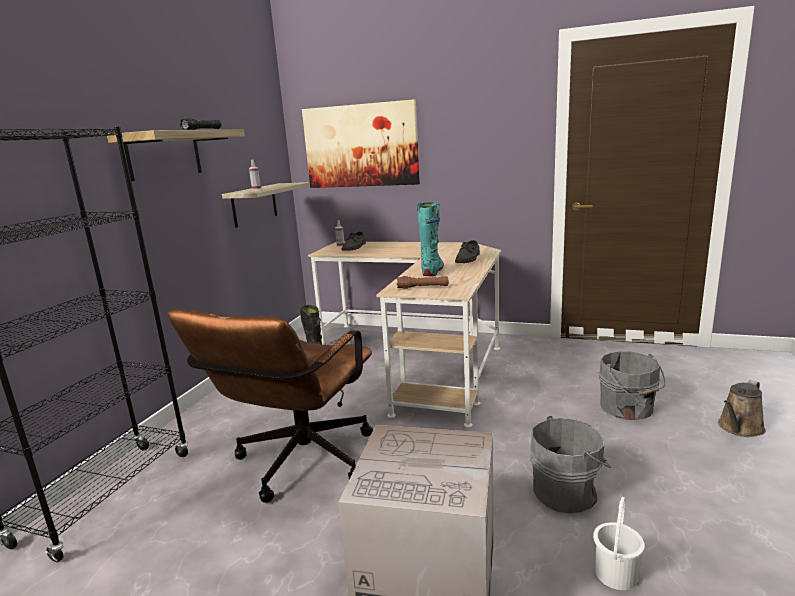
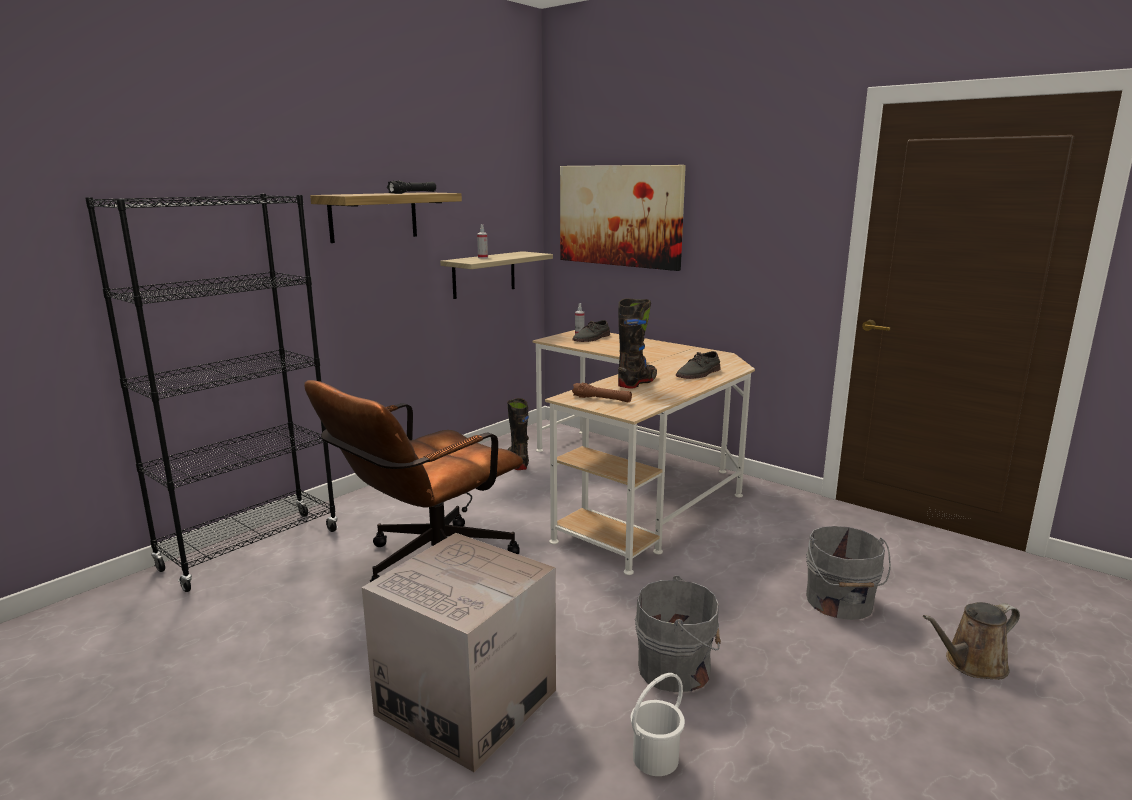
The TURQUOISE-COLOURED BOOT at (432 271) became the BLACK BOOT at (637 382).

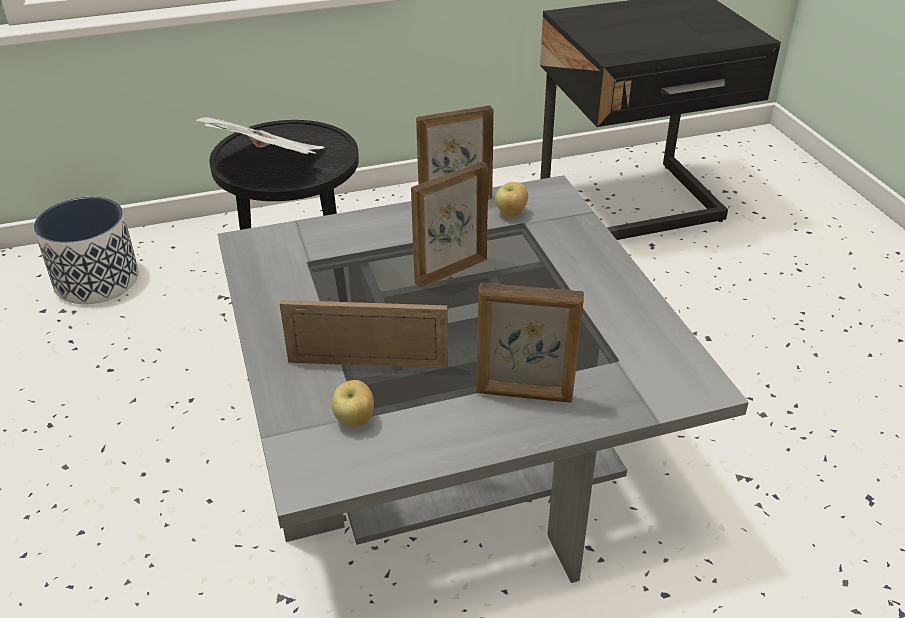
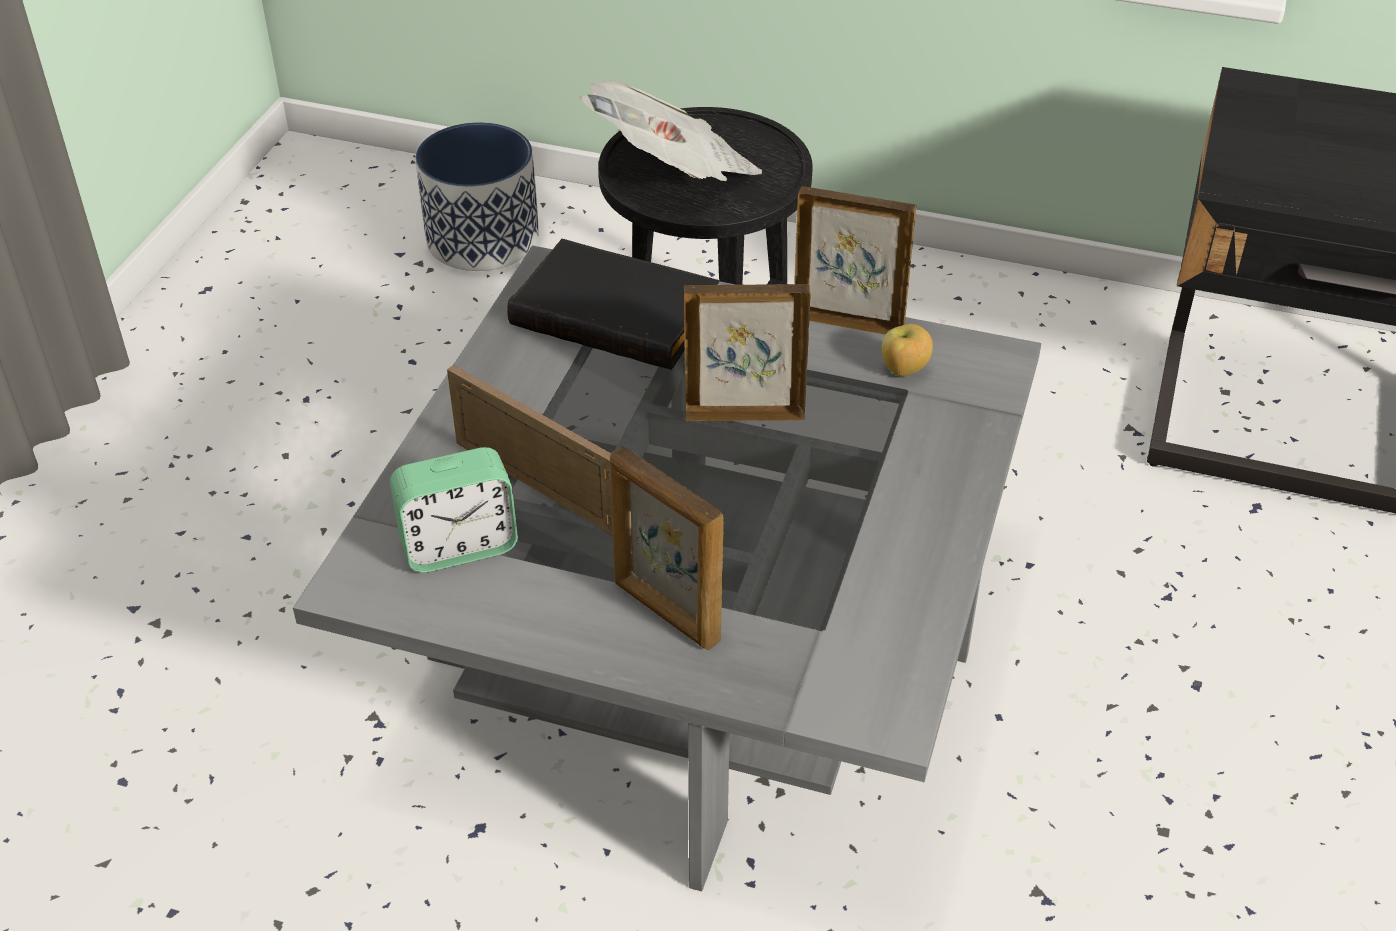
The WHOLE APPLE at (355 420) was replaced by the BEDSIDE CLOCK at (459 546).
The BLACK BOOK at (618 311) appeared.

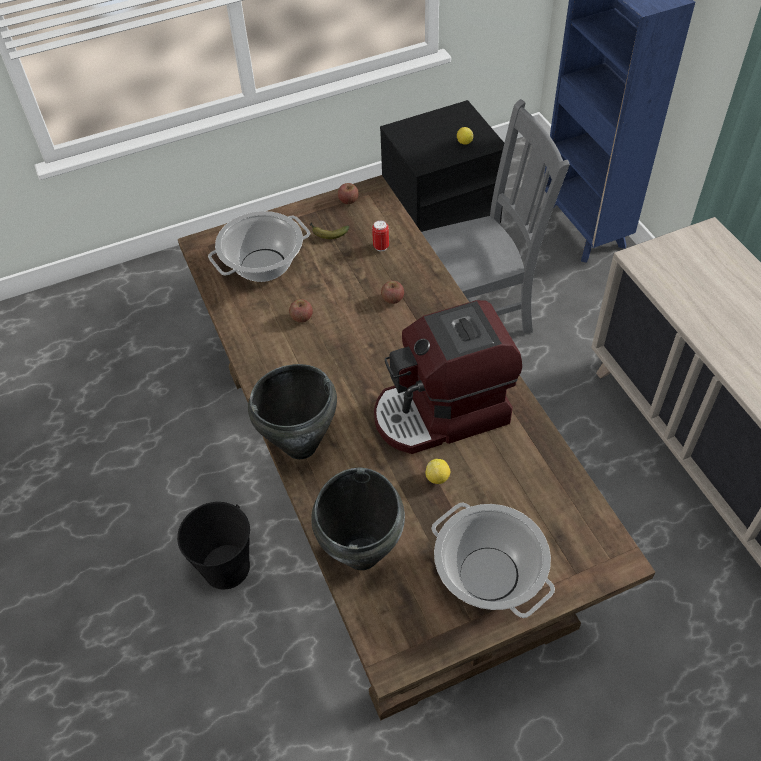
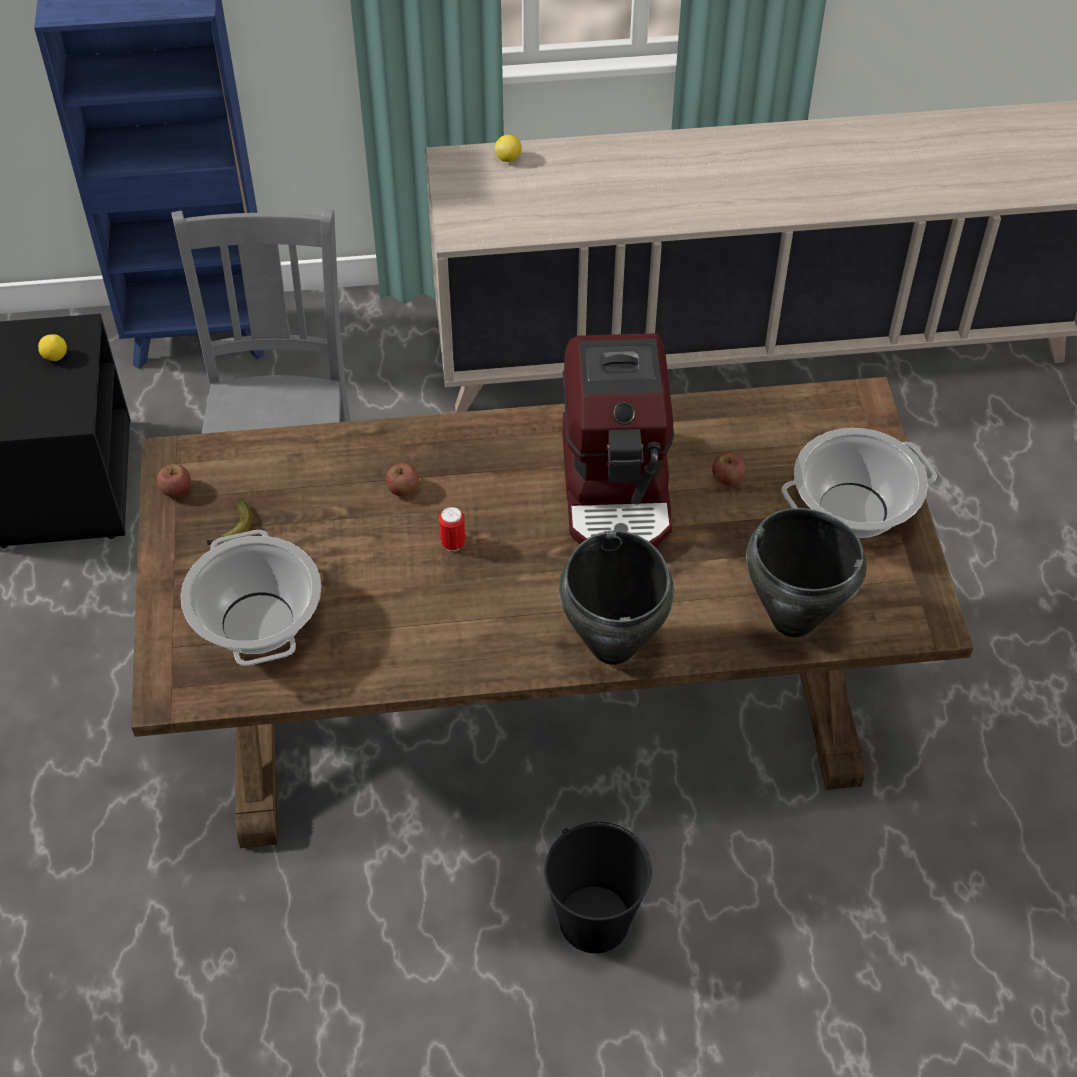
The WHOLE APPLE moved from (301 317) to (727 478).
The METAL CAN moved from (381 247) to (453 543).
The CITRUS FRUIT moved from (437 478) to (508 158).

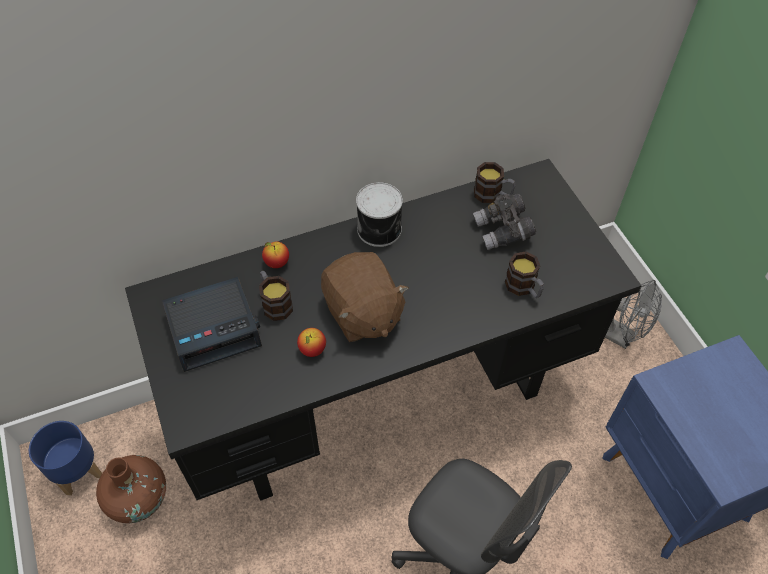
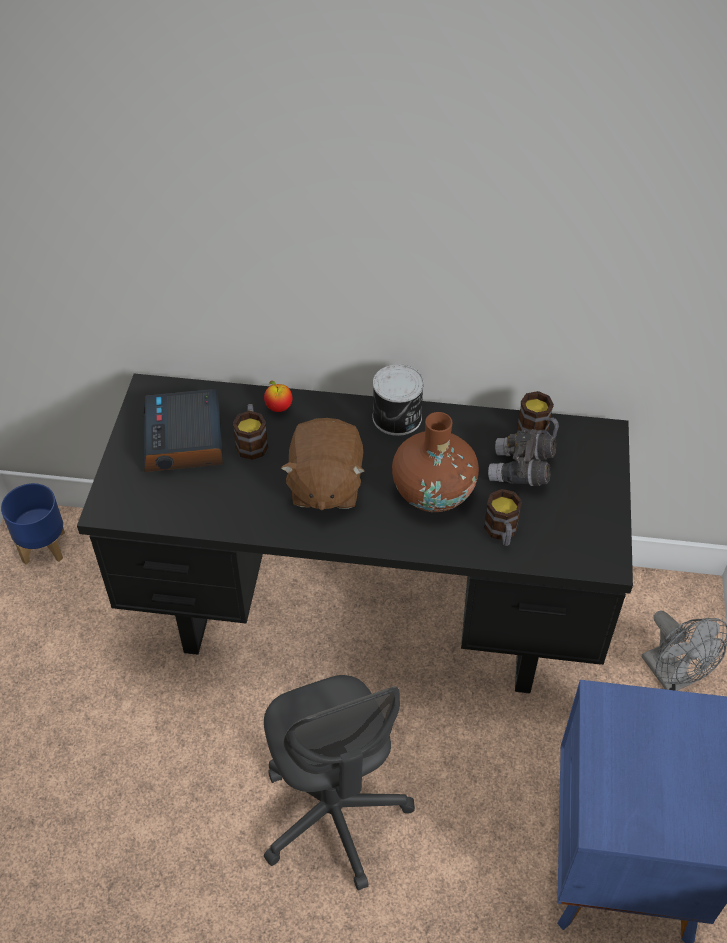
The BROWN VASE moved from (139 498) to (433 493).
The BEDSIDE CLOCK at (214 328) turned 75 degrees clockwise.
The WHOLE APPLE at (312 350) disappeared.

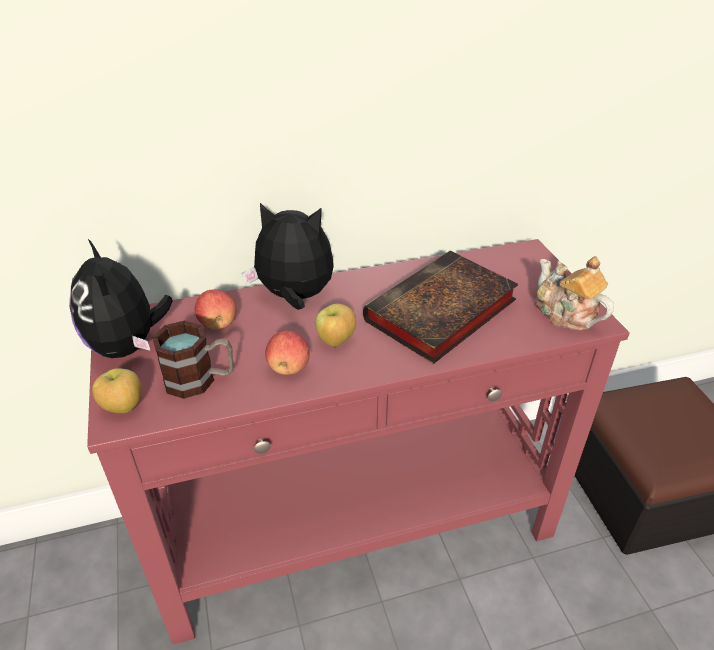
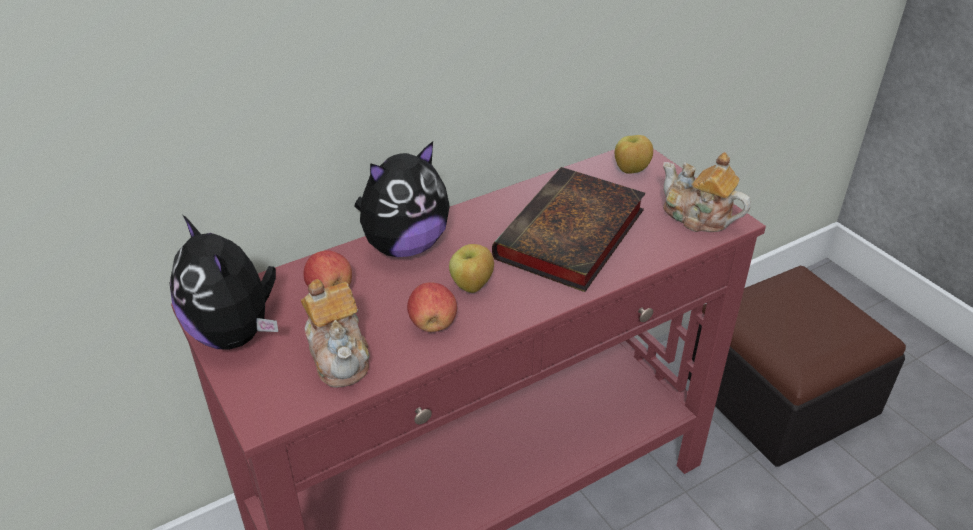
The WHOLE APPLE moved from (123 407) to (631 170).
The COFFEE MUG at (200 380) was replaced by the TEA POT at (339 355).
The SOFT TOY at (294 297) turned 150 degrees clockwise.

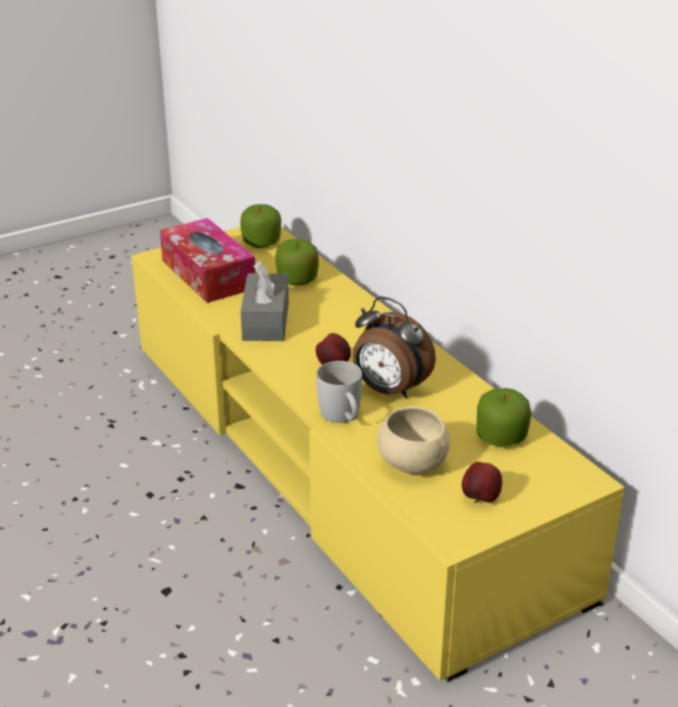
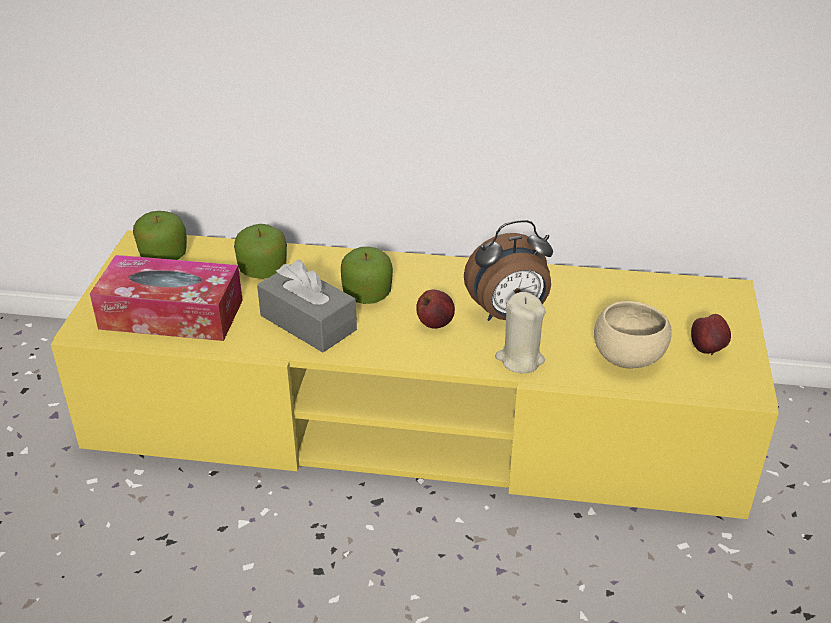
The WHITE COFFEE MUG at (342 417) was replaced by the SAND-COLOURED CANDLE at (519 359).
The WHOLE APPLE moved from (501 437) to (367 294).

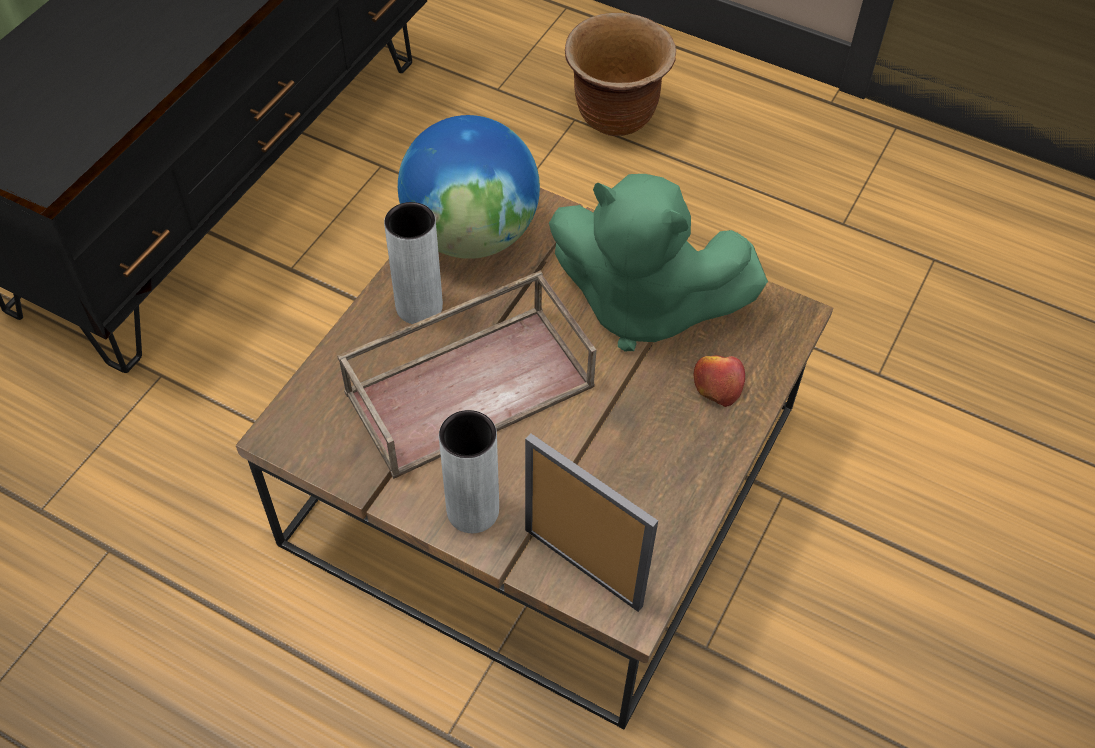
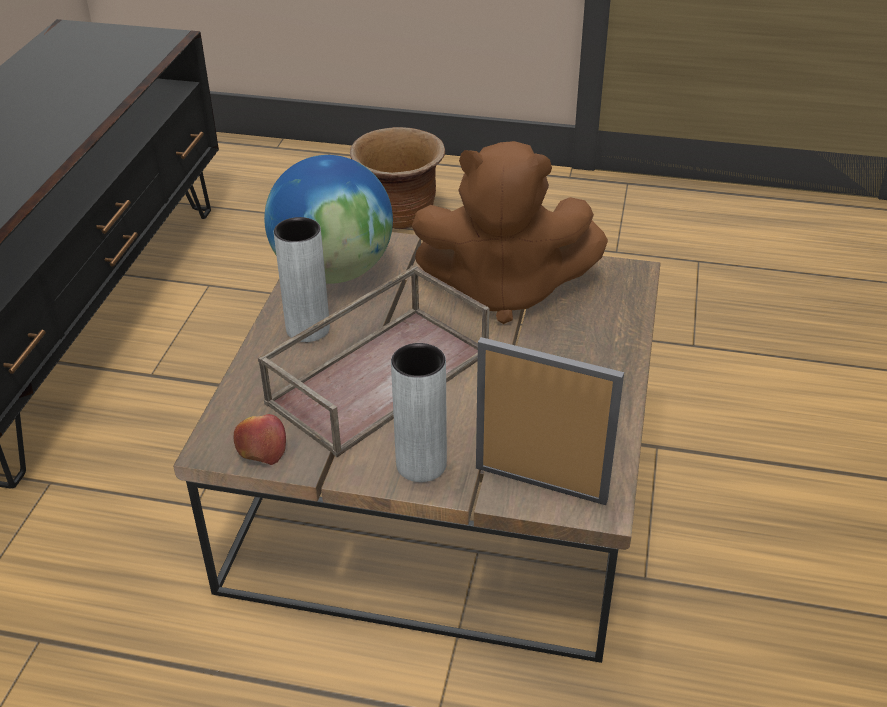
The GREEN-COLOURED SOFT TOY at (642 305) became the BROWN SOFT TOY at (504 290).
The WHOLE APPLE moved from (717 384) to (261 448).

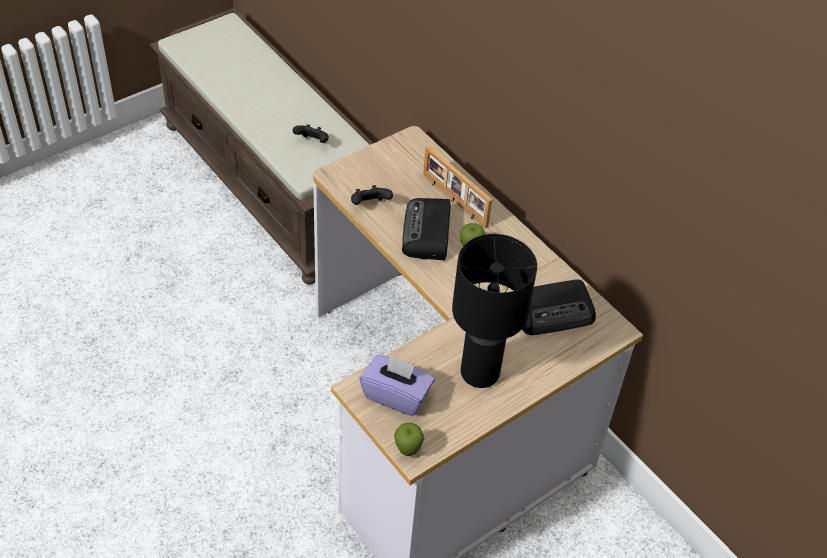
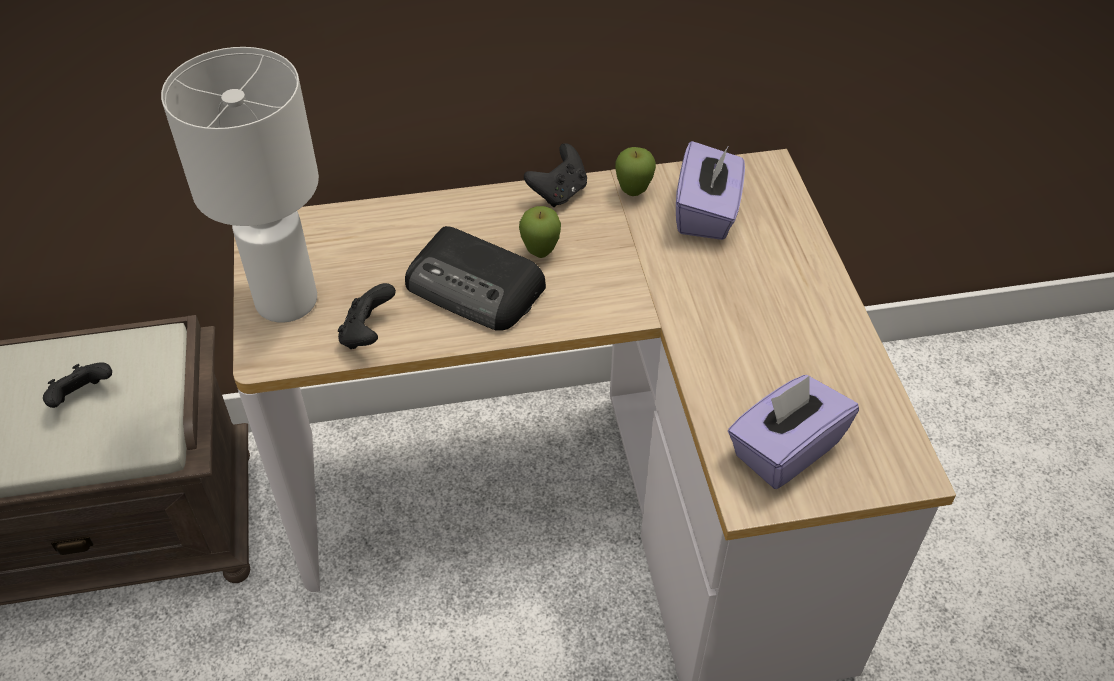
The WHOLE APPLE moved from (407 451) to (633 192).
The PHOTO FRAME at (454 201) disappeared.
The BLACK TABLE LAMP at (480 372) disappeared.
The RADIO RECEIVER at (554 312) was replaced by the PURPLE BOX OF TISSUES at (707 213).
The WHITE TABLE LAMP at (284 302) appeared.
The BLACK GAMEPAD at (559 193) appeared.

